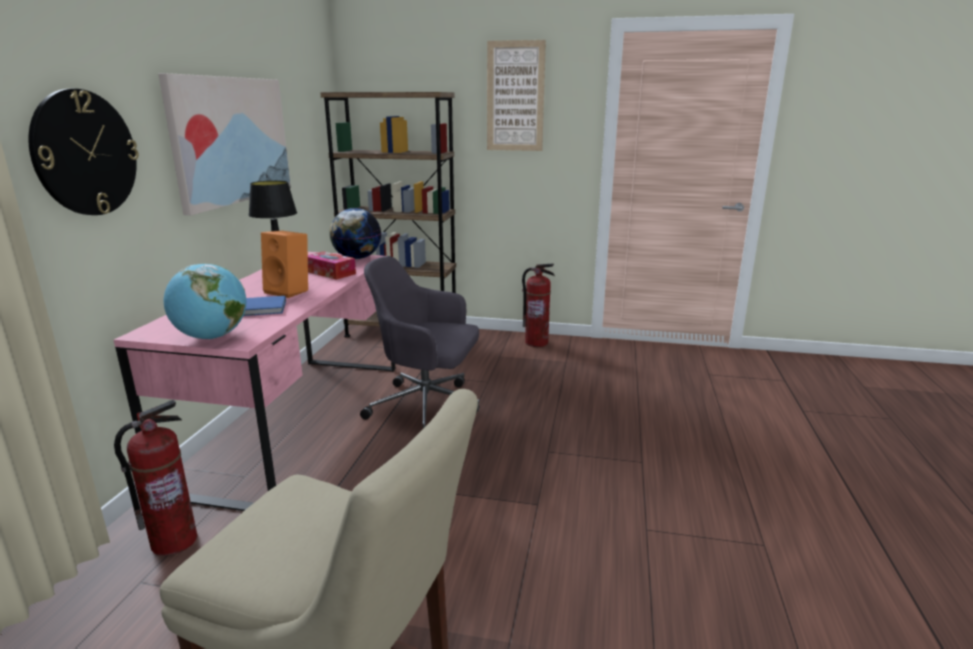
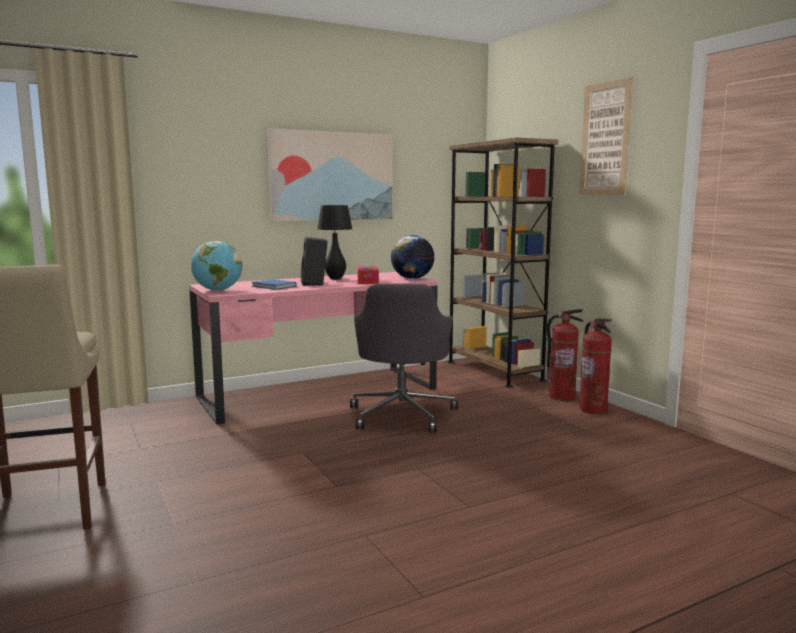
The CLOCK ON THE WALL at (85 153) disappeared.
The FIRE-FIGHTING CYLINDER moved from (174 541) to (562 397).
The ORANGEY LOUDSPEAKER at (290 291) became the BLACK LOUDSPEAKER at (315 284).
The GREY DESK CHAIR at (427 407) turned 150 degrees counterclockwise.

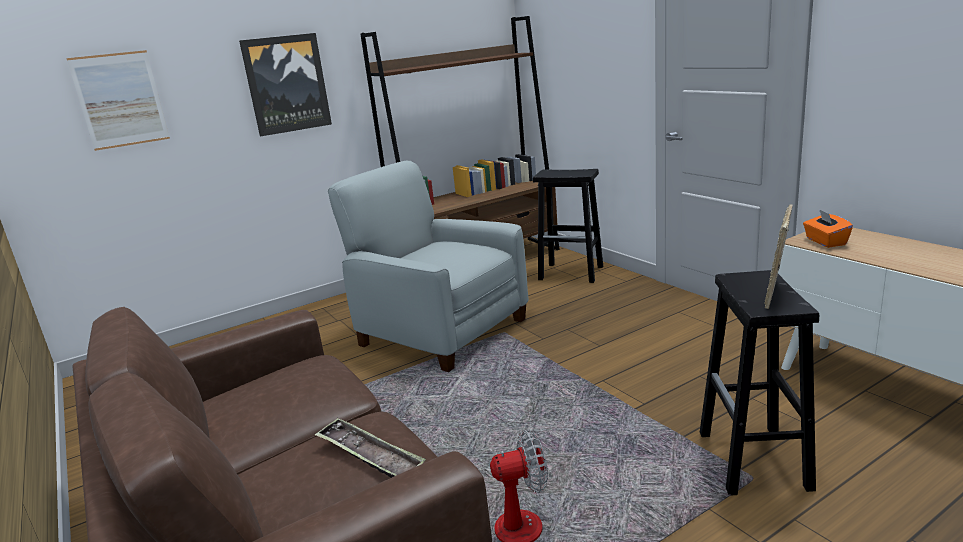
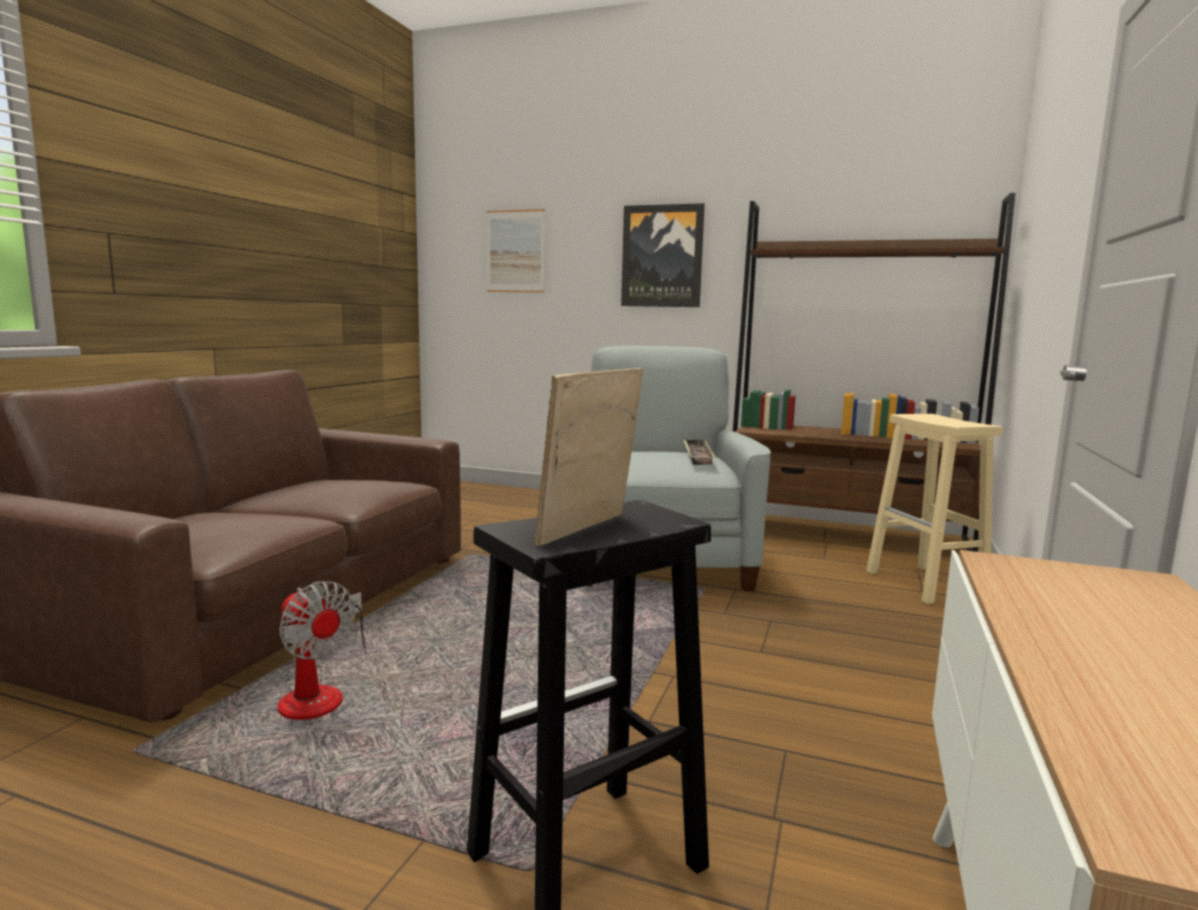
The TRAY moved from (369 456) to (697 456).
The BLACK STOOL at (572 273) became the SAND-COLOURED STOOL at (926 584).
The PHOTO FRAME at (776 294) turned 45 degrees counterclockwise.
The ORANGEY BOX OF TISSUES at (825 242) disappeared.

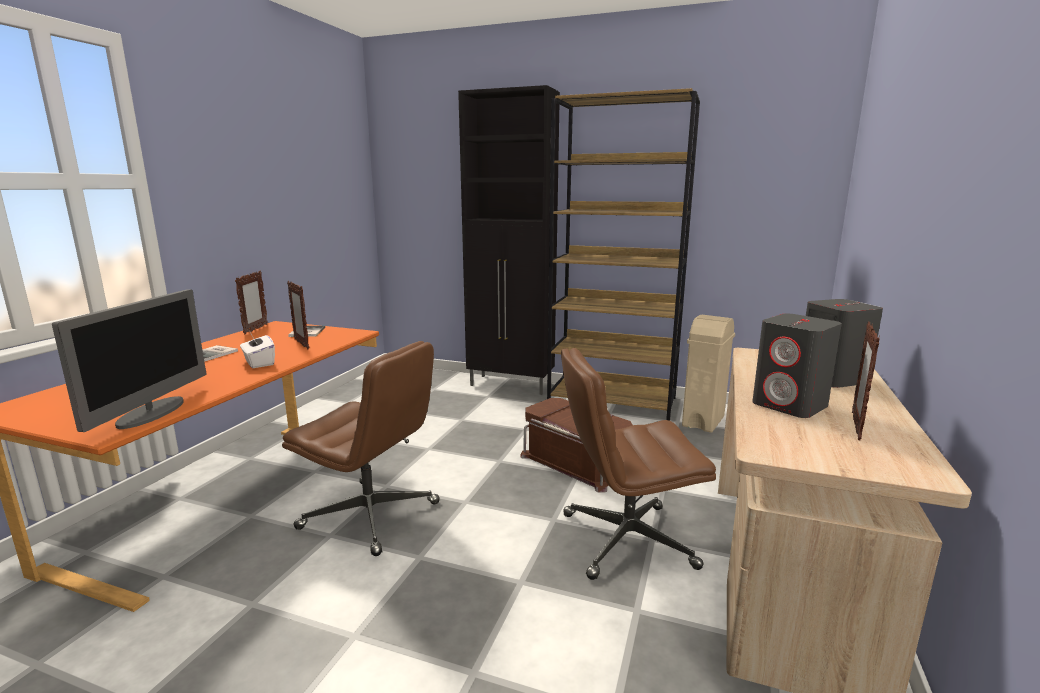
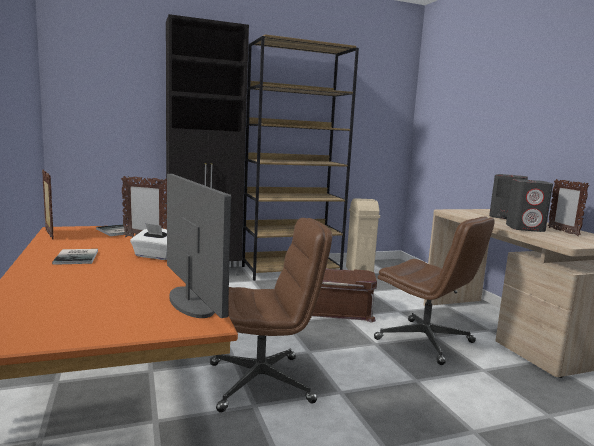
The BROWN DESK CHAIR at (625 541) turned 90 degrees counterclockwise.

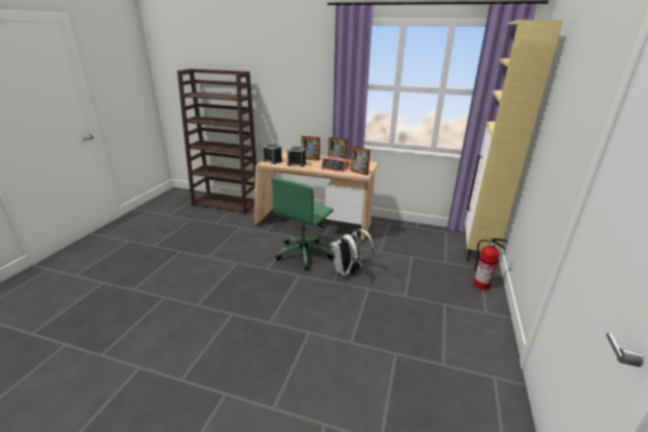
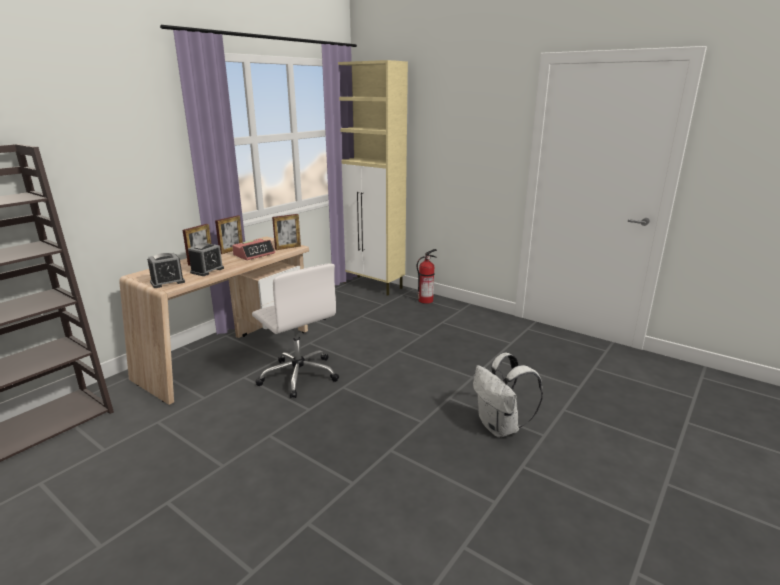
The GREEN-COLOURED DESK CHAIR at (304 254) became the WHITE DESK CHAIR at (299 375).
The WHITE KNAPSACK moved from (348 272) to (500 427).

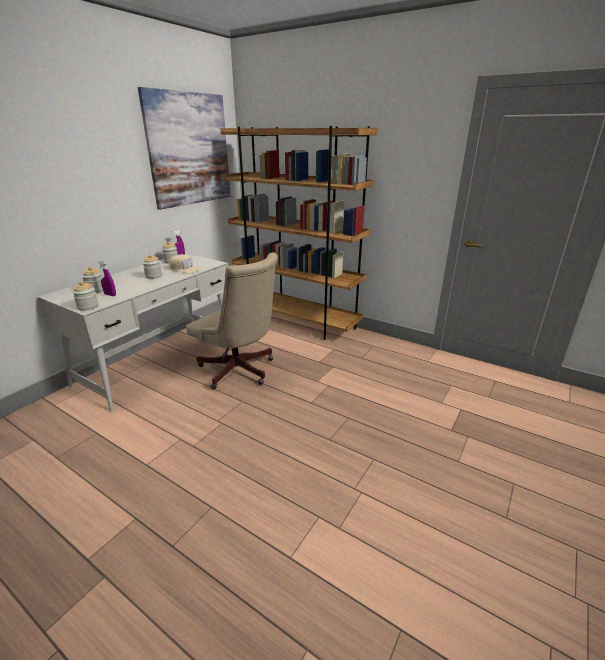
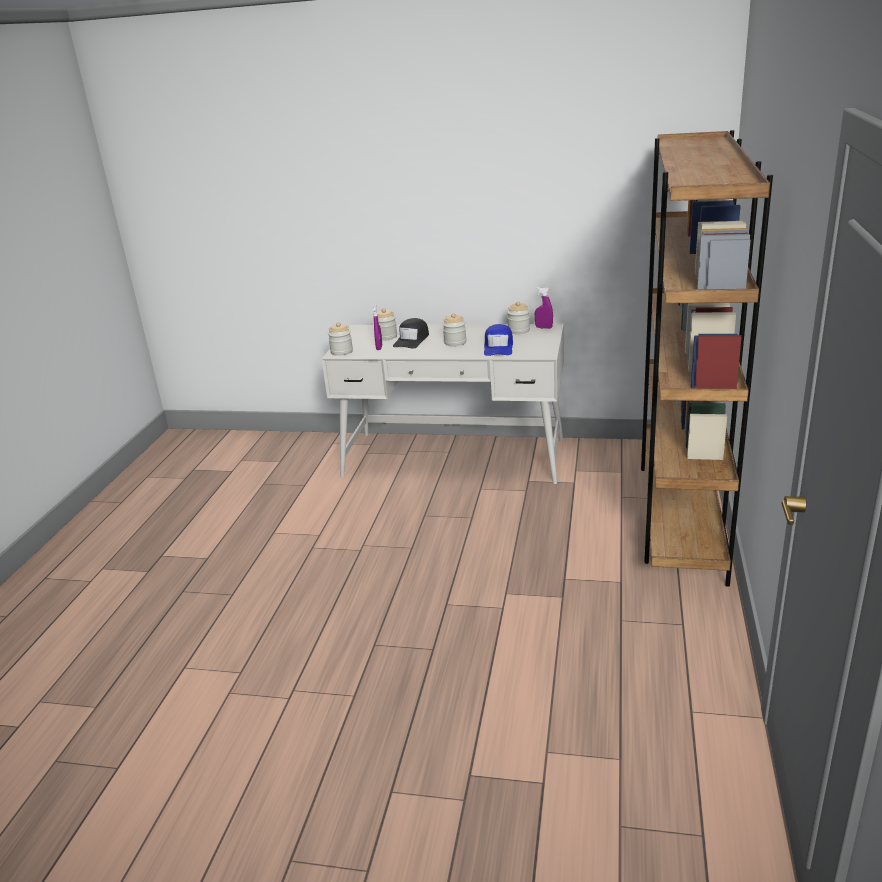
The WALL ART at (189 150) disappeared.
The SAND-COLOURED CAP at (185 269) became the BLUISH CAP at (498 347).
The SAND-COLOURED DESK CHAIR at (239 372) disappeared.
The BLACK CAP at (412 340) appeared.

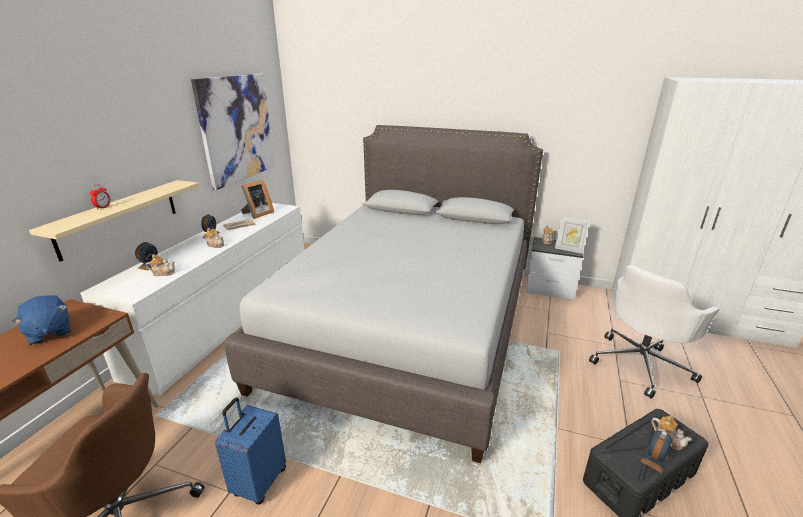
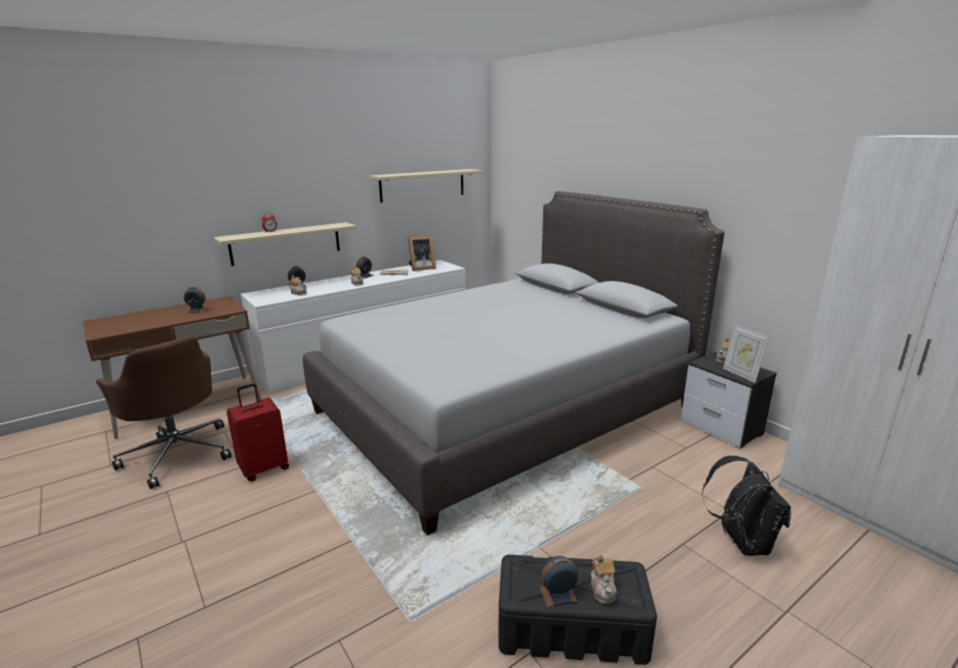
The BLUISH SOFT TOY at (49 333) was replaced by the BEDSIDE CLOCK at (197 310).
The WALL ART at (237 129) was replaced by the SAND-COLOURED BRACKET SHELF at (423 185).
The BLUISH TRAVEL CASE at (258 482) became the RED TRAVEL CASE at (264 468).
The WHITE DESK CHAIR at (641 364) was replaced by the BLACK KNAPSACK at (741 542).

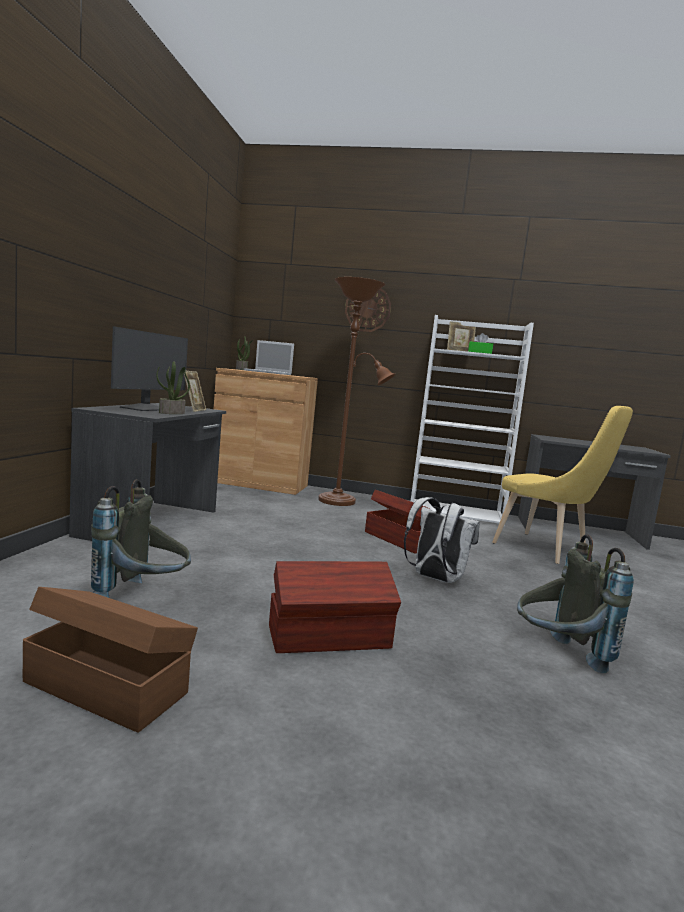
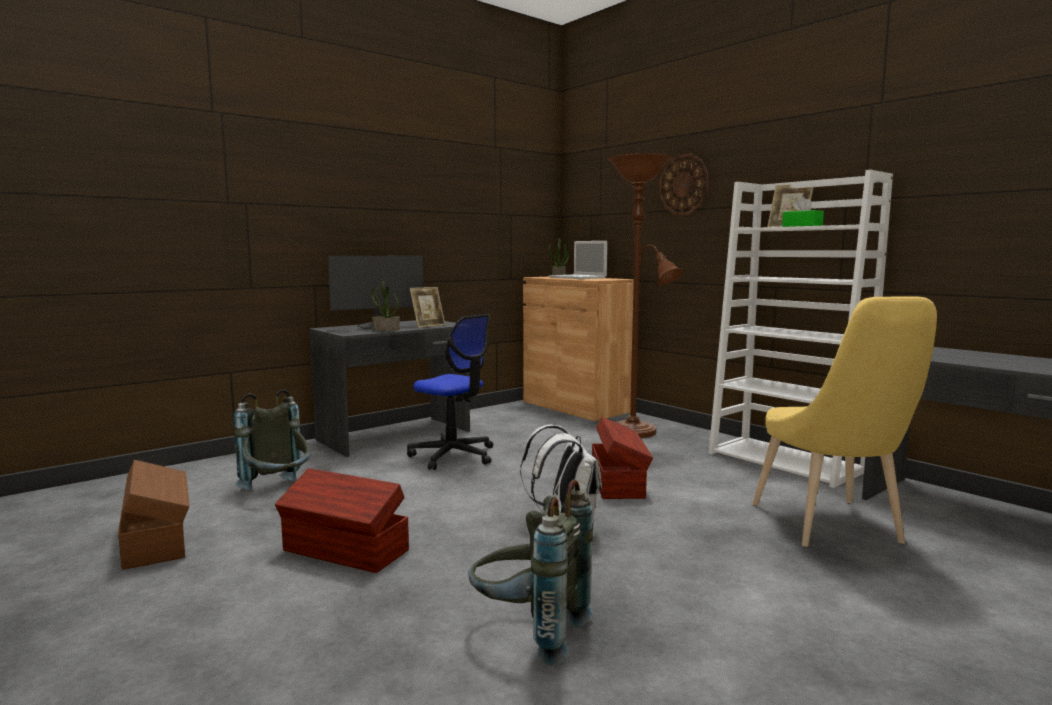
The DESK CHAIR at (453 456) appeared.

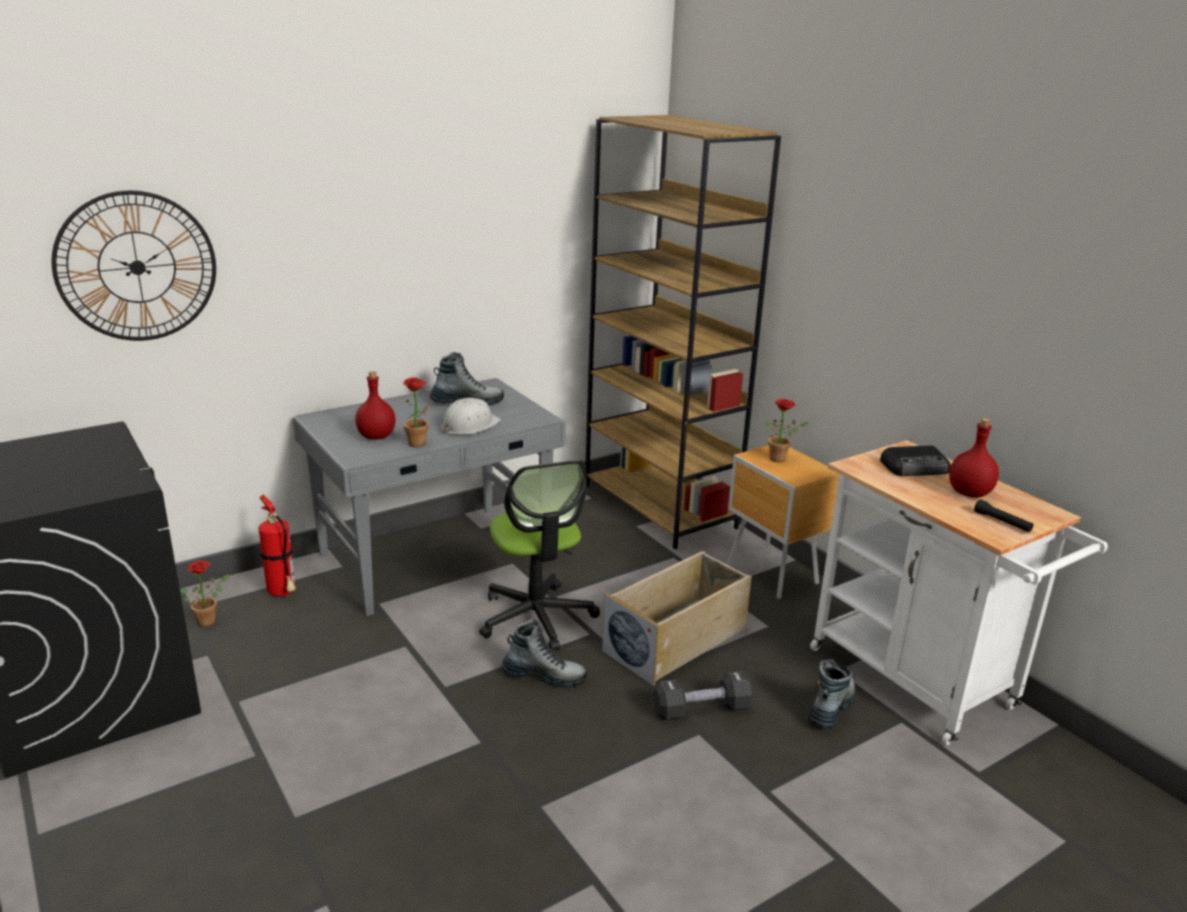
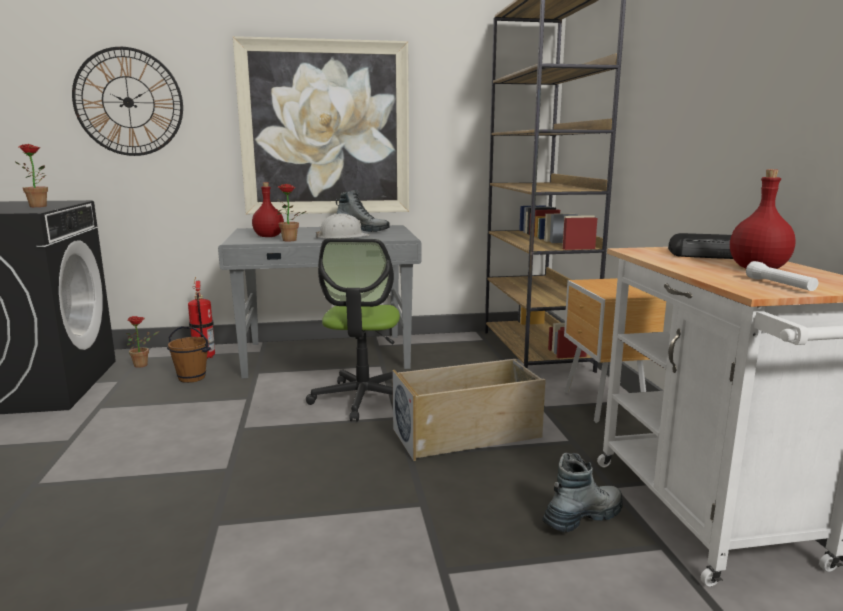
The BOOT at (544 676) disappeared.
The BLACK DUMBBELL at (701 709) disappeared.
The HOUSEPLANT moved from (780 459) to (41 206).
The BLACK FLASHLIGHT at (1002 522) became the WHITE FLASHLIGHT at (779 285).
The BROWN WATER BUCKET at (191 378) appeared.
The WALL ART at (325 129) appeared.

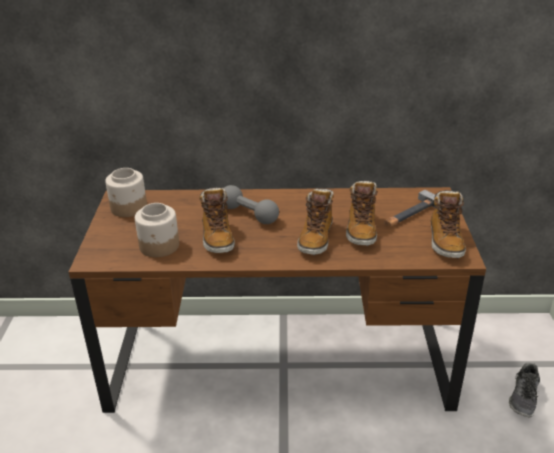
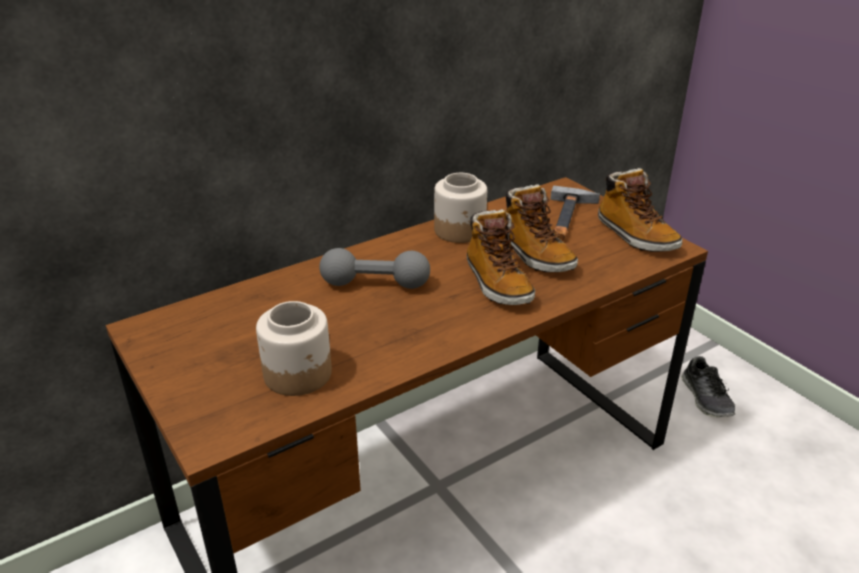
The JAR moved from (129 208) to (460 231).
The BOOT at (217 237) disappeared.

